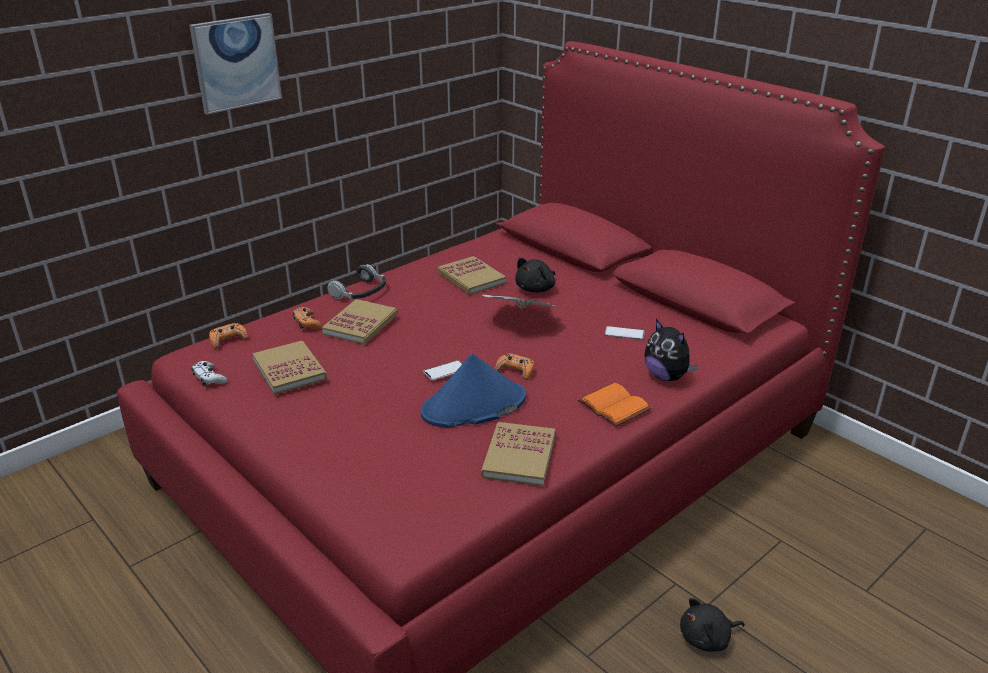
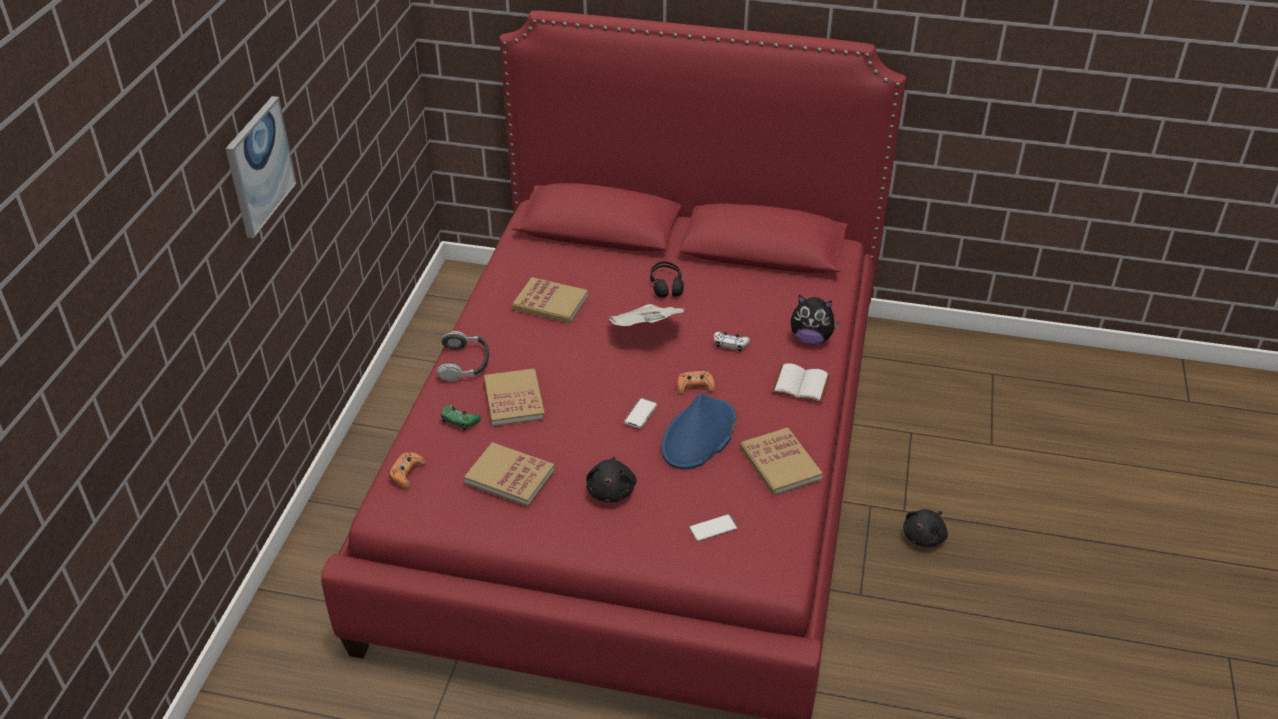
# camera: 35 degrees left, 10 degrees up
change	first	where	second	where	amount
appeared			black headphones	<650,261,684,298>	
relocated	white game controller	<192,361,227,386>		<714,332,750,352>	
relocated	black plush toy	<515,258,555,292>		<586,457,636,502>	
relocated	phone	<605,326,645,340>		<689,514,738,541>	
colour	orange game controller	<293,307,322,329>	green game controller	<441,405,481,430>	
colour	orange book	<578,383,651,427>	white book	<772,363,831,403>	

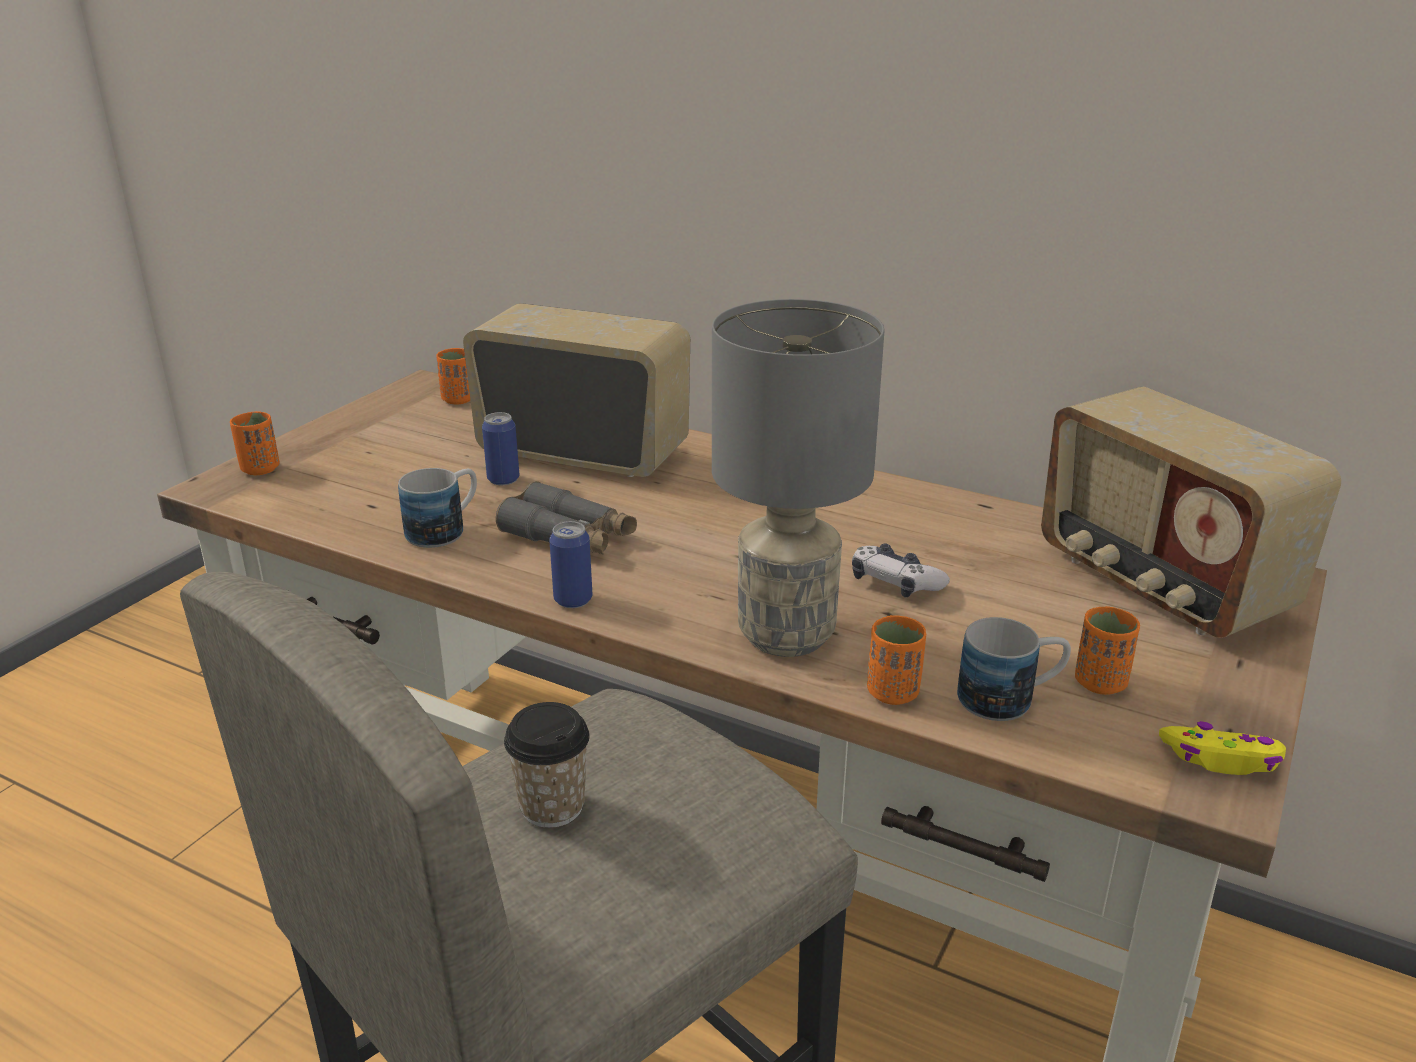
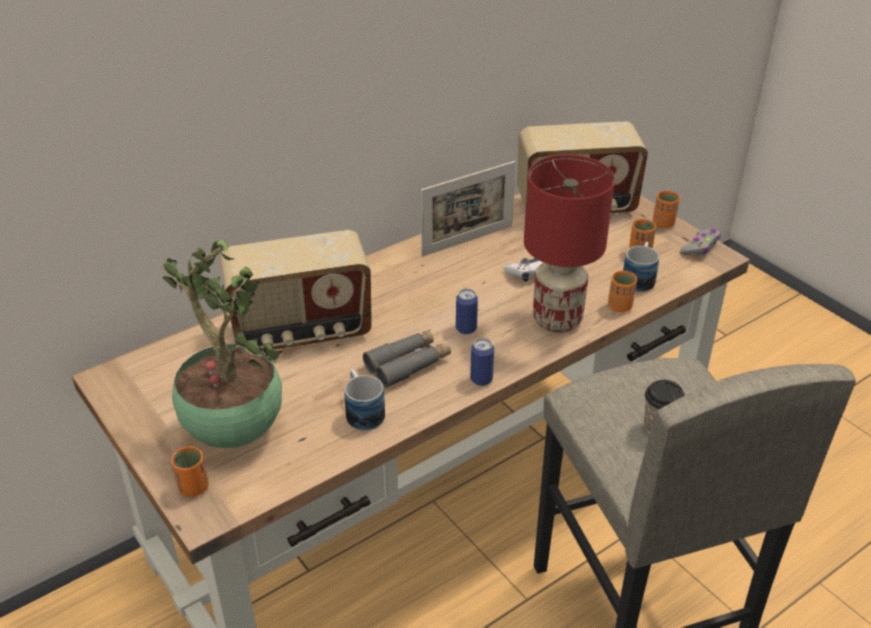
# camera: 65 degrees left, 10 degrees up
change	first	where	second	where	amount
appeared			potted plant	<160,240,282,448>	
appeared			picture frame	<421,161,516,257>	
relocated	orange cup	<436,348,470,405>		<653,191,680,228>	
relocated	can	<482,412,520,485>		<456,288,478,334>	
colour	grey table lamp	<712,299,884,657>	red table lamp	<524,155,615,333>	
colour	yellow game controller	<1159,721,1286,775>	grey game controller	<680,229,721,255>	
spun	radio	<463,303,690,477>		<220,230,372,353>	150 degrees counterclockwise

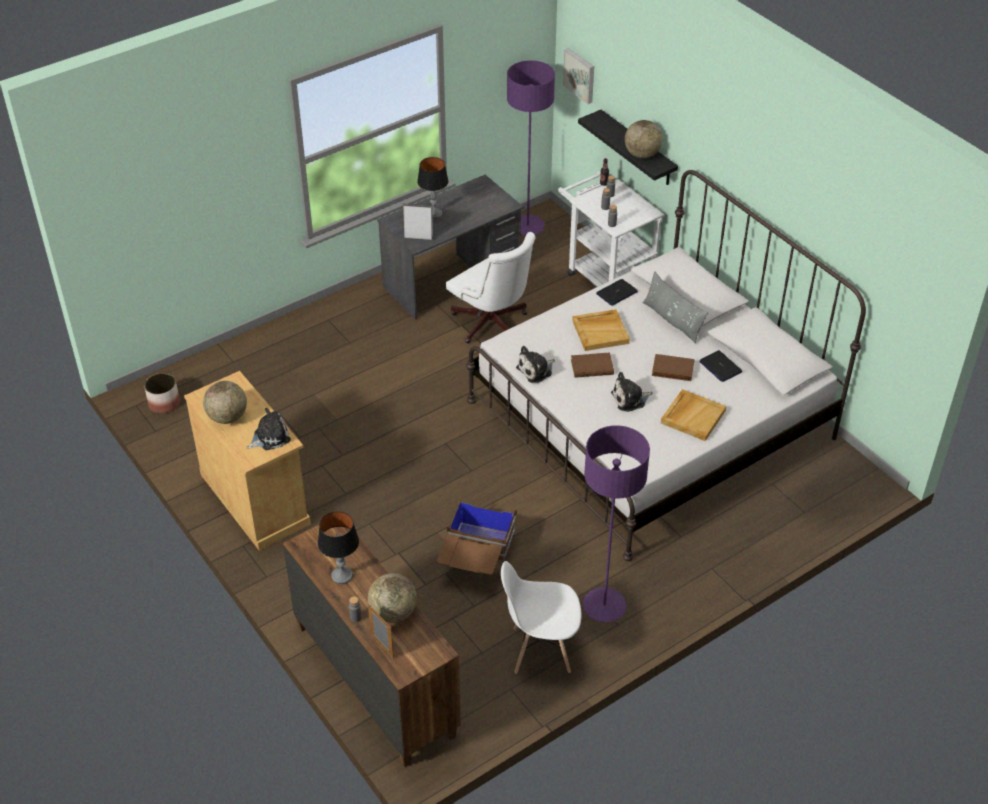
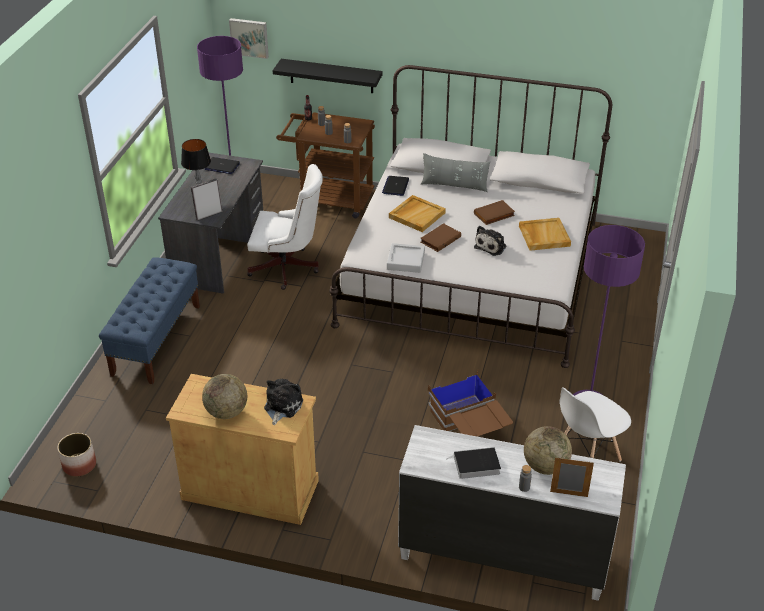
# camera: 40 degrees left, 5 degrees down
change	first	where	second	where	amount
missing	globe	<625,120,663,158>			
appeared			blue bench	<99,258,200,384>	
relocated	laptop	<699,350,742,382>		<204,157,240,174>	
exchanged	table lamp	<318,512,359,584>	book	<446,447,501,479>	
exchanged	plush toy	<516,346,555,383>	grey tray	<387,243,425,273>	
colour	brown dresser	<283,524,461,767>	white dresser	<398,425,626,601>	
colour	white cart	<558,170,664,287>	brown cart	<276,112,375,218>	

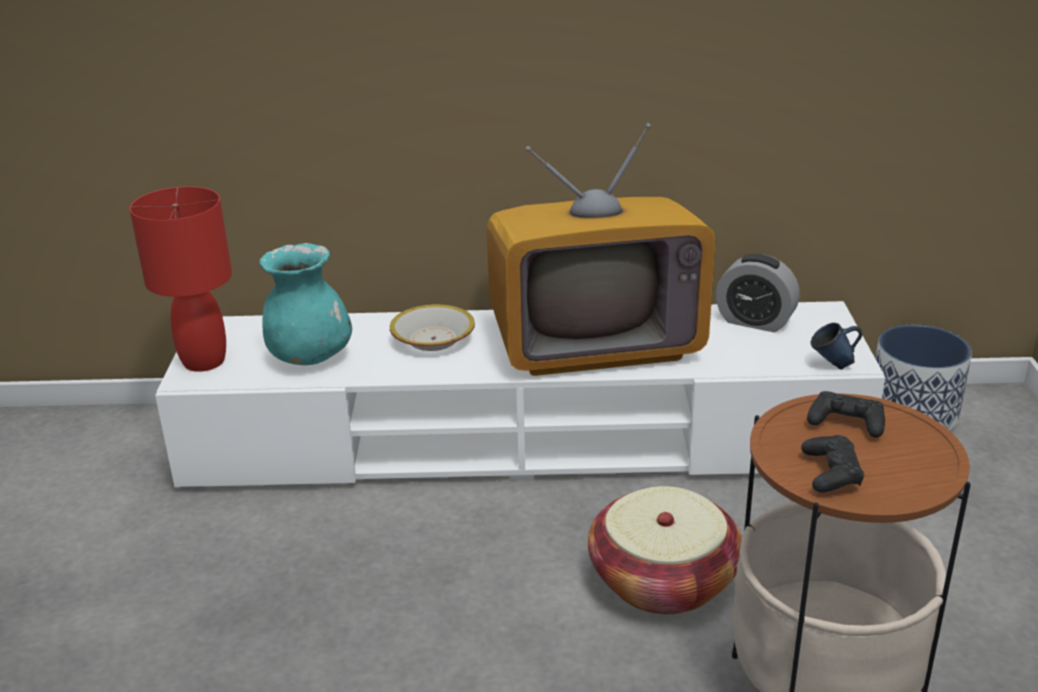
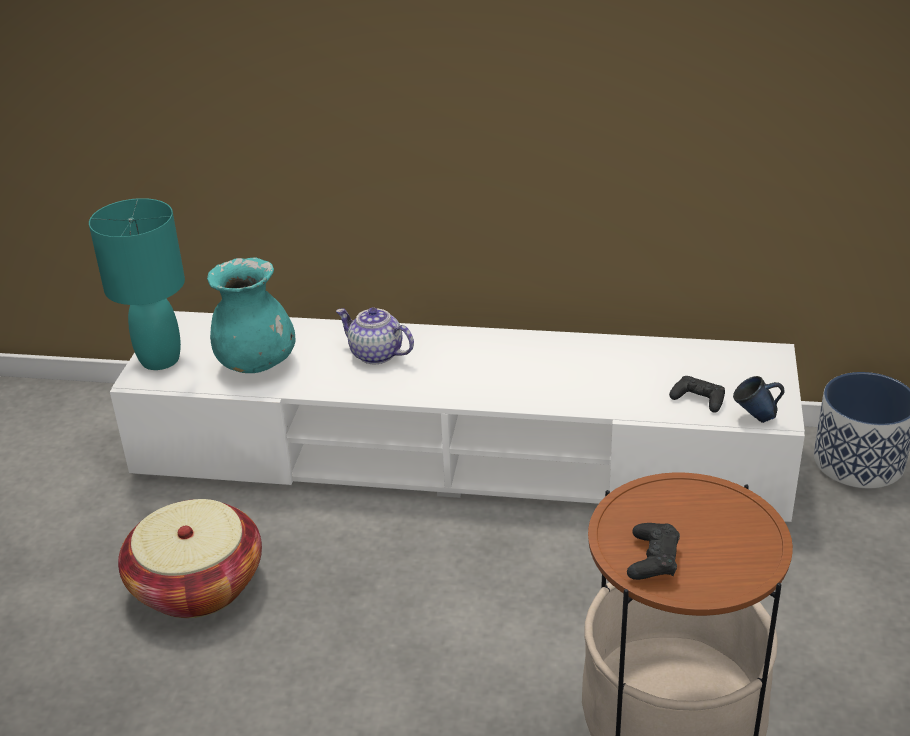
# camera: 10 degrees right, 5 degrees up
change	first	where	second	where	amount
missing	television	<487,123,716,376>			
missing	alarm clock	<716,254,800,332>			
relocated	basket	<588,486,742,615>		<118,499,262,618>	
relocated	black game controller	<807,391,885,438>		<669,376,725,413>	
exchanged	bowl	<390,304,475,351>	teapot	<336,307,414,364>	
colour	red table lamp	<129,186,232,372>	turquoise table lamp	<89,198,185,370>	

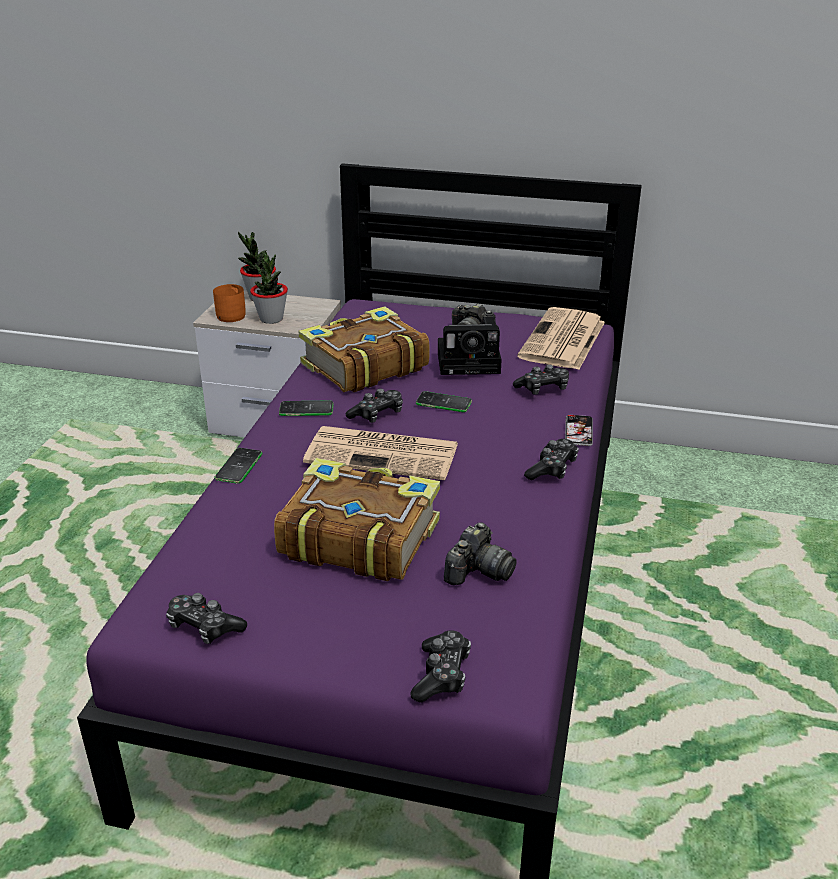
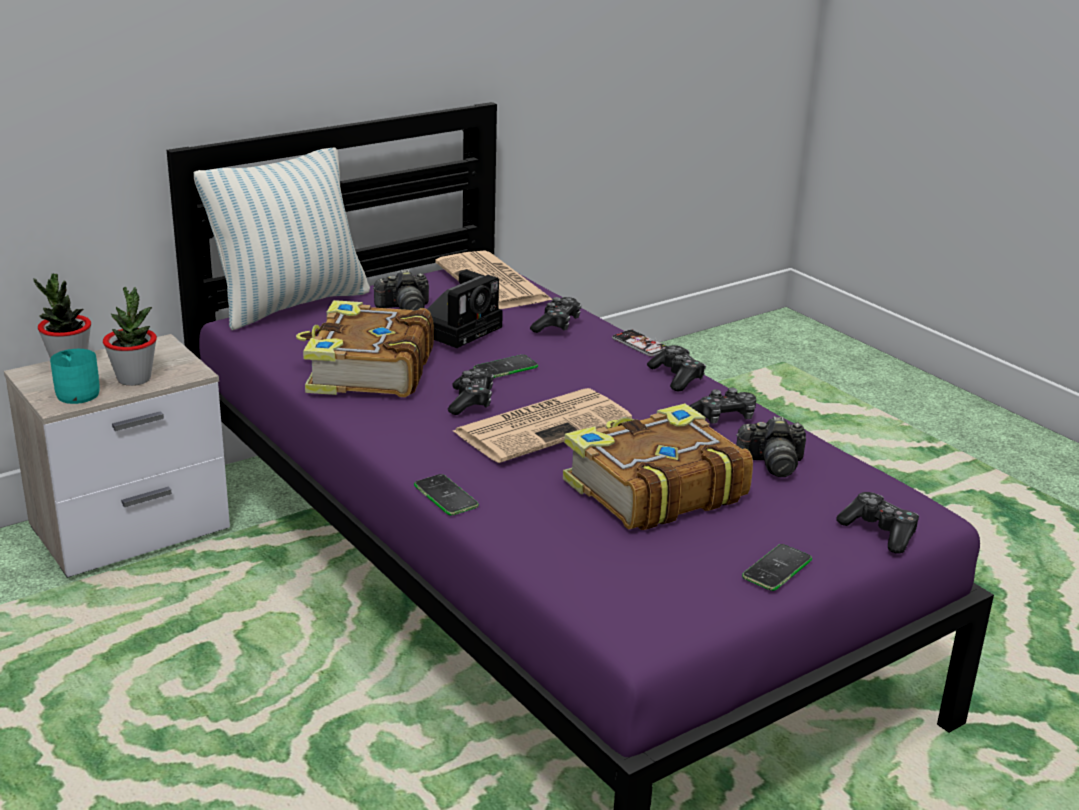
# camera: 50 degrees left, 5 degrees down
change	first	where	second	where	amount
appeared			pillow	<194,148,370,330>	
relocated	game controller	<166,593,247,644>		<689,387,756,424>	
relocated	phone	<279,401,333,416>		<742,544,812,591>	
colour	orange mug	<213,284,246,322>	turquoise mug	<50,349,100,404>	
spun	photo camera	<444,522,517,585>		<736,416,806,477>	105 degrees clockwise

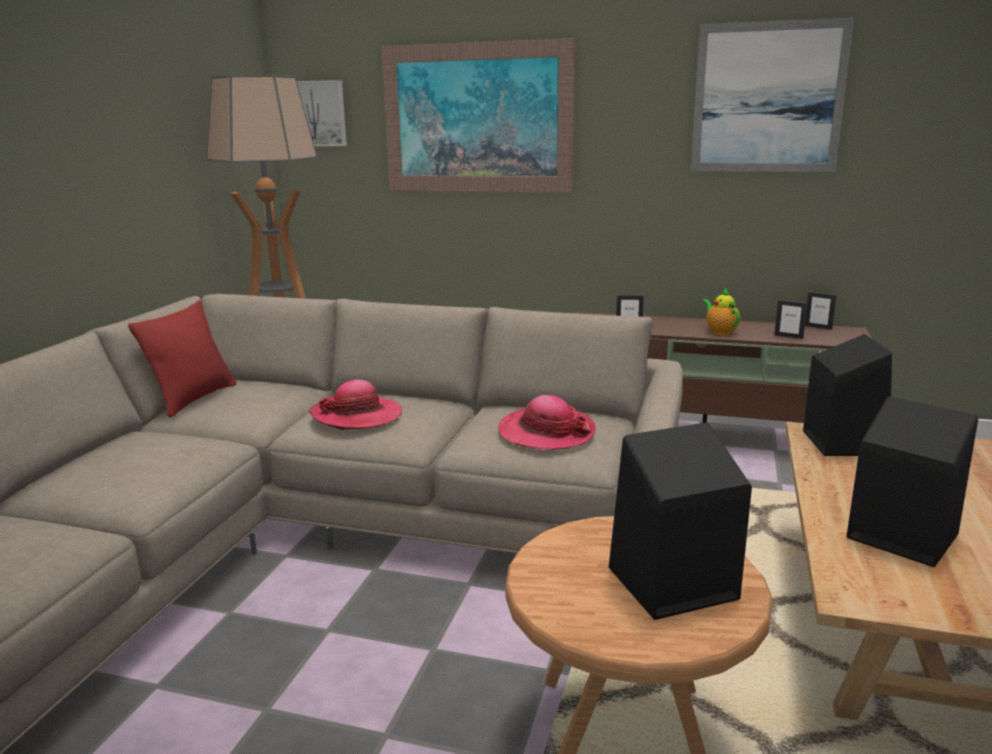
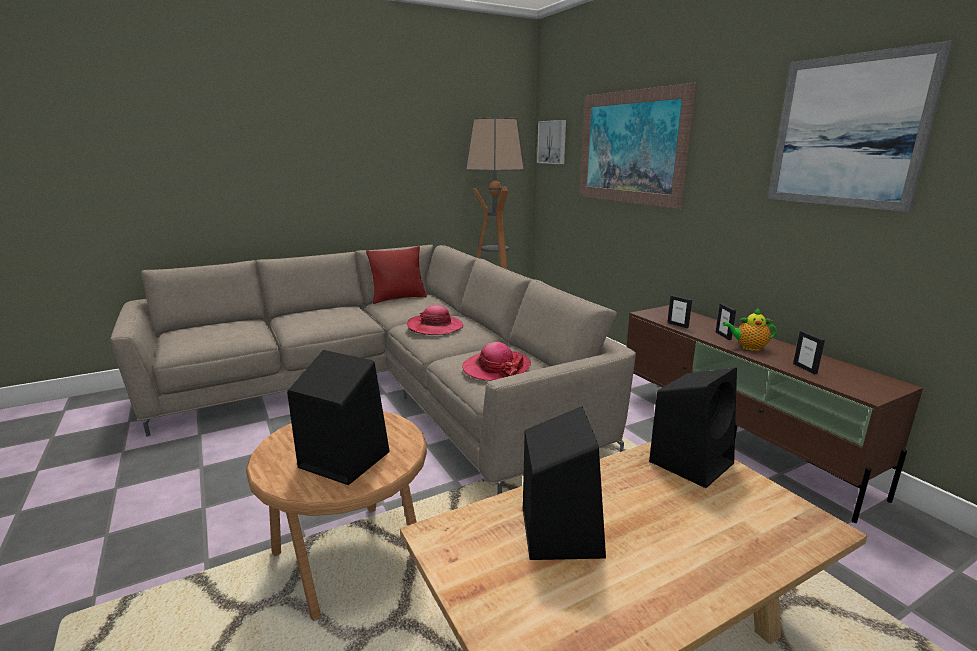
# camera: 45 degrees right, 0 degrees up
change	first	where	second	where	amount
relocated	picture frame	<805,291,837,330>		<716,303,736,340>	
spun	teapot	<702,288,740,335>		<722,308,777,351>	105 degrees counterclockwise

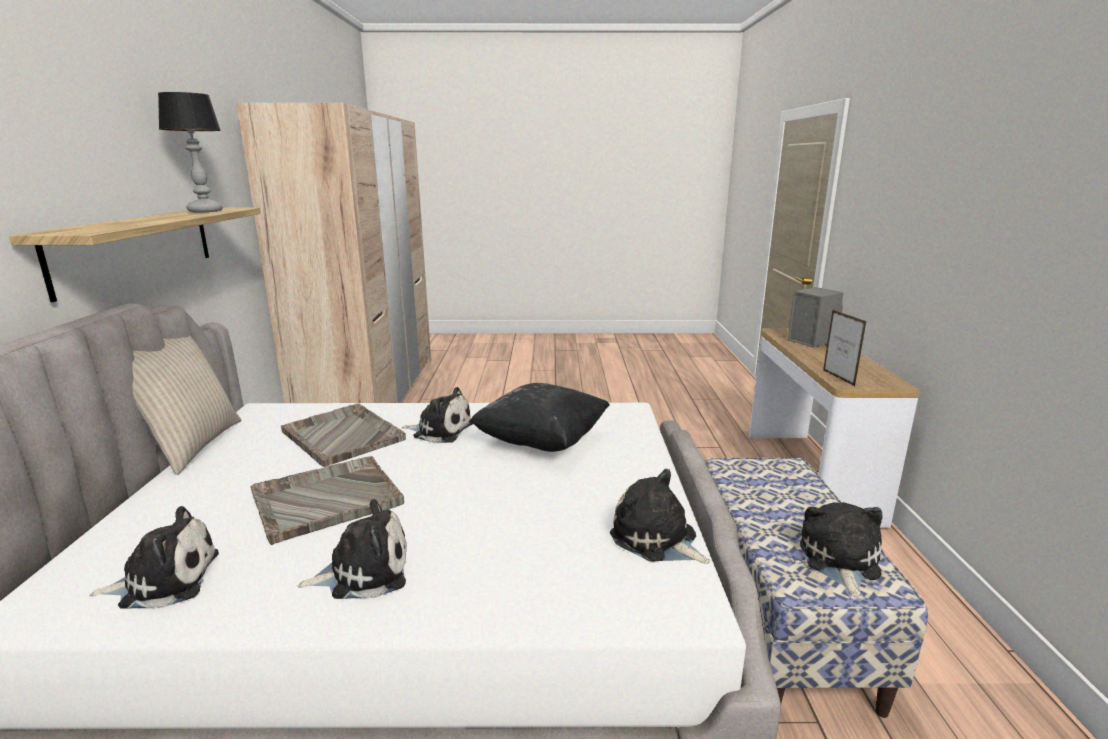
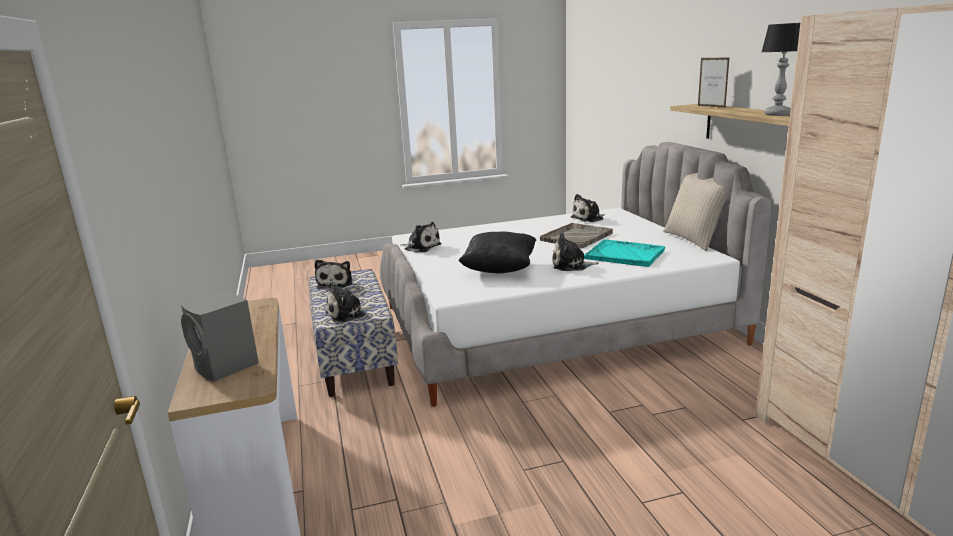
# camera: 165 degrees right, 0 degrees up
change	first	where	second	where	amount
relocated	plush toy	<297,499,407,599>		<325,282,374,322>	
relocated	picture frame	<823,309,866,386>		<698,57,730,108>	
colour	grey tray	<281,403,406,467>	turquoise tray	<584,239,665,267>	

